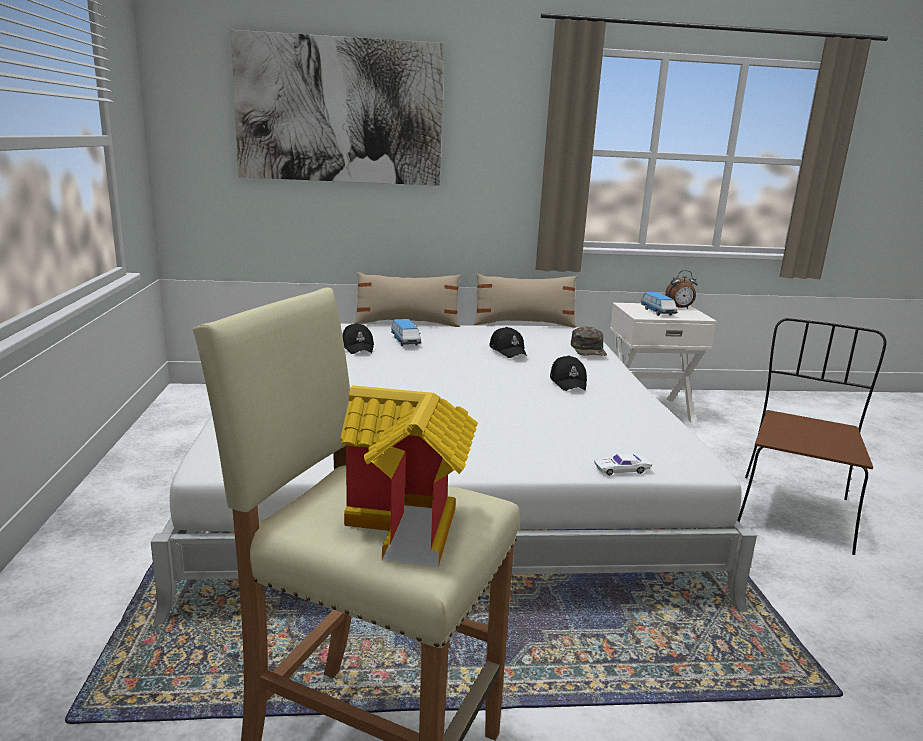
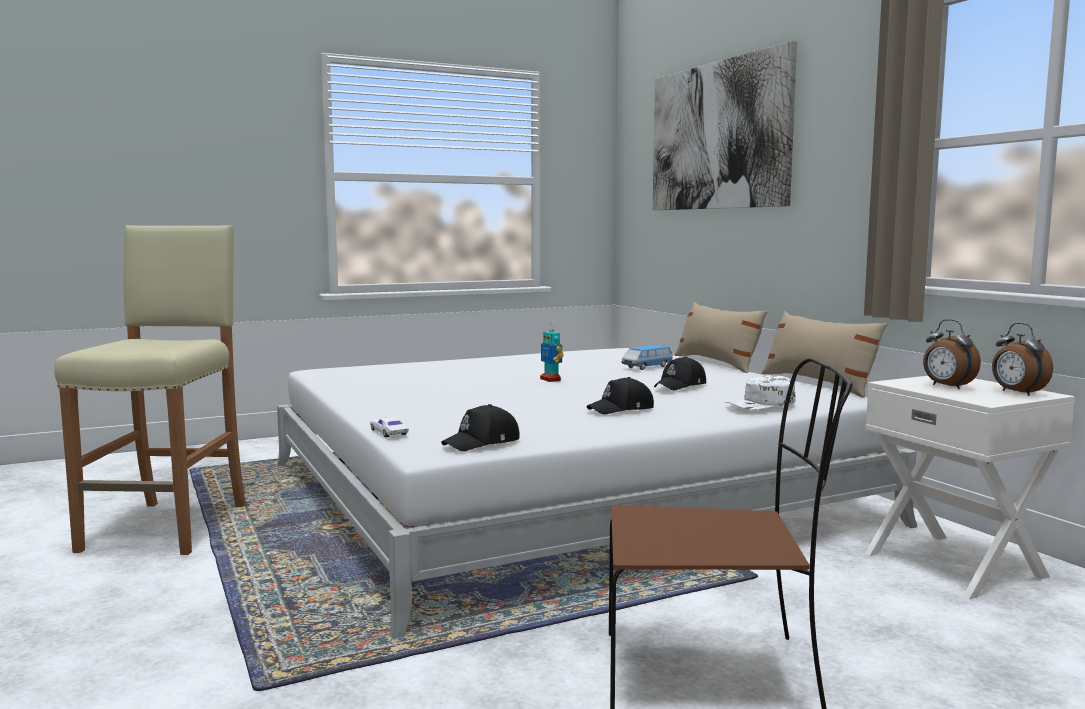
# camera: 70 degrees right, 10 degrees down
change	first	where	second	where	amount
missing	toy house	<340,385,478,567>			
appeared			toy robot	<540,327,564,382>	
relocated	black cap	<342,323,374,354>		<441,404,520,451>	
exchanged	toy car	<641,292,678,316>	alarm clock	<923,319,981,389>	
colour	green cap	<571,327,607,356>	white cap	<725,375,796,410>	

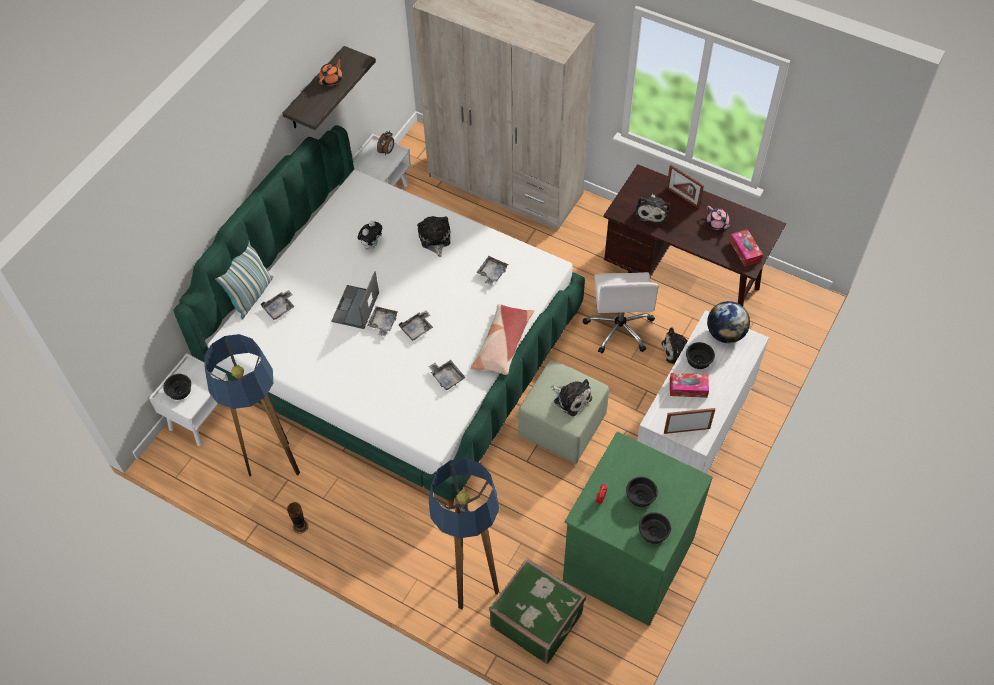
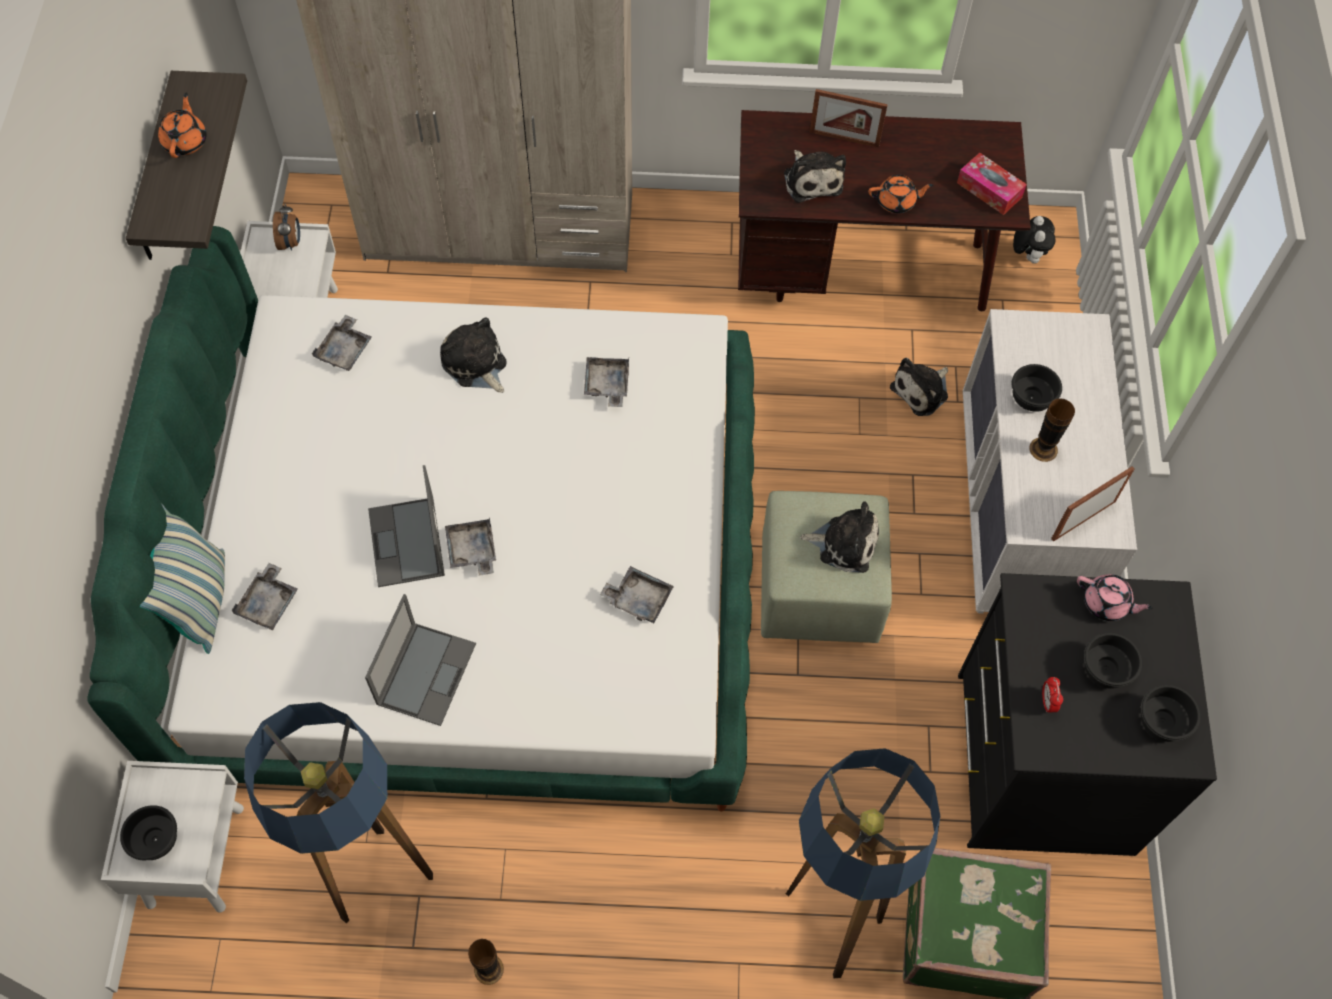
# camera: 30 degrees left, 5 degrees up
change	first	where	second	where	amount
missing	pillow	<471,304,534,375>			
missing	white office chair	<582,272,659,353>			
missing	globe	<707,301,750,343>			
appeared			laptop	<365,594,476,726>	
appeared			orange teapot	<868,175,933,213>	
relocated	plush toy	<358,221,382,250>		<1013,216,1056,264>	
relocated	grey tray	<399,311,433,341>		<312,315,372,371>	
relocated	pink teapot	<706,206,732,230>		<1077,574,1153,621>	
exchanged	tissue box	<670,373,709,398>	vase	<1029,399,1075,462>	
colour	green dresser	<563,432,713,626>	black dresser	<958,573,1217,856>	

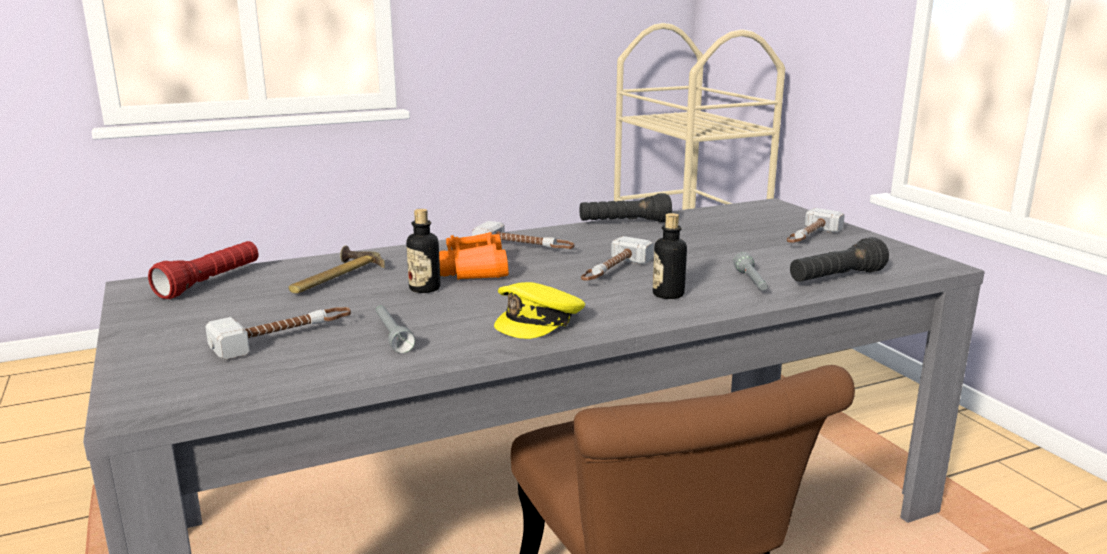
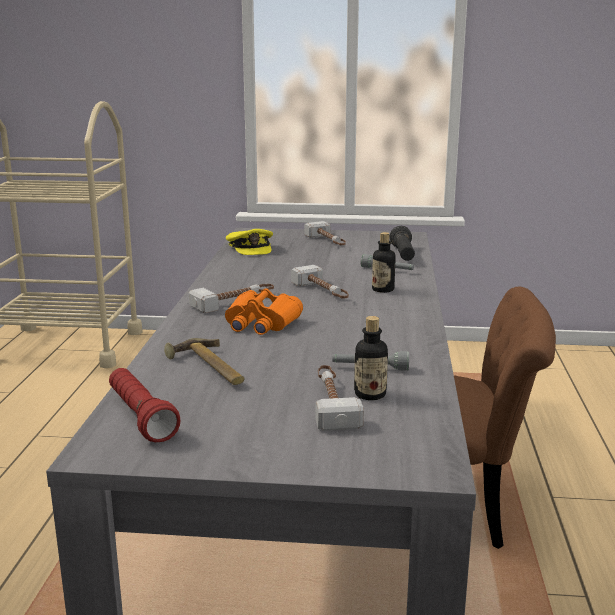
# camera: 60 degrees left, 0 degrees up
change	first	where	second	where	amount
missing	black flashlight	<579,193,672,222>			
relocated	bottle	<406,209,441,293>		<354,316,388,400>	
relocated	yellow cap	<494,282,585,339>		<226,229,273,255>	

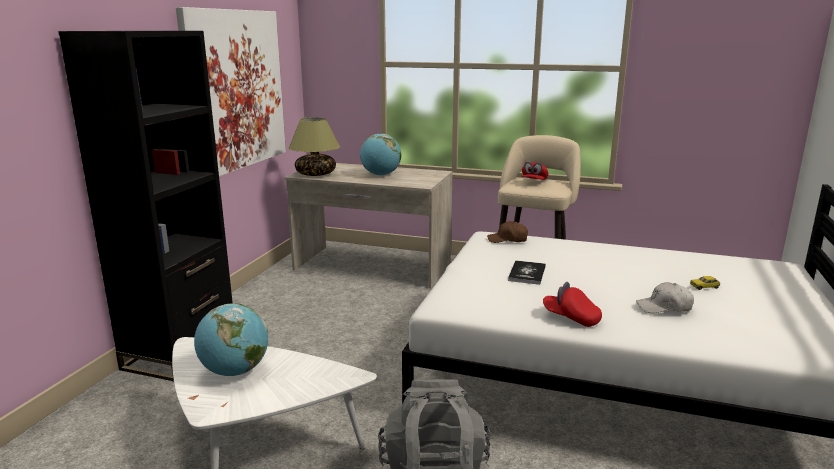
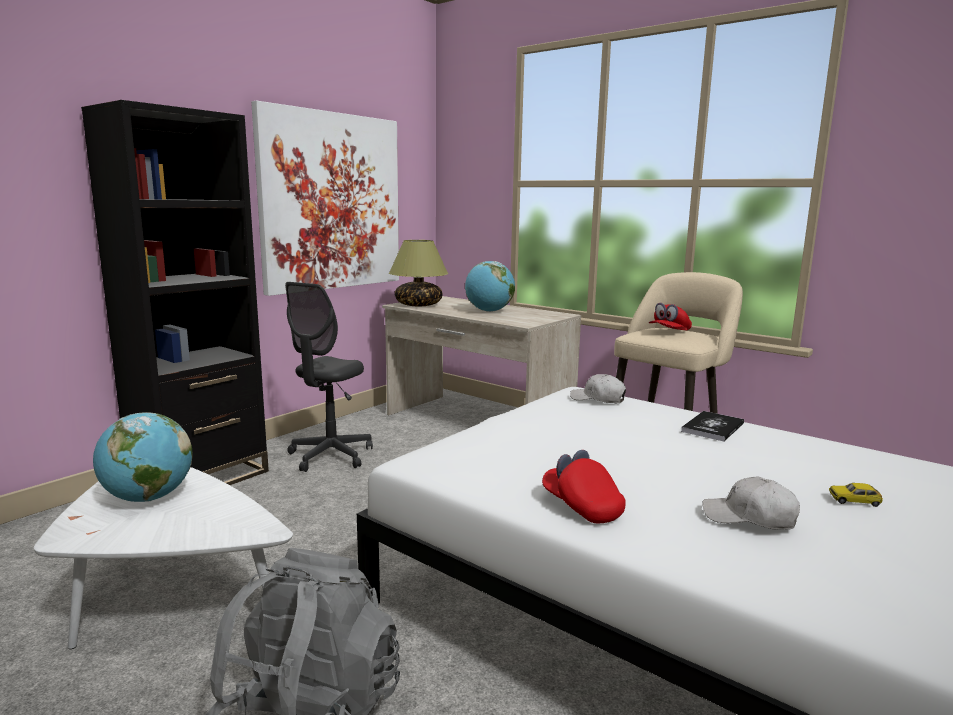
# camera: 20 degrees right, 5 degrees down
change	first	where	second	where	amount
appeared			grey office chair	<285,282,373,472>	
relocated	book	<508,260,546,285>		<681,411,744,441>	
colour	brown cap	<487,221,528,243>	white cap	<570,374,626,403>	

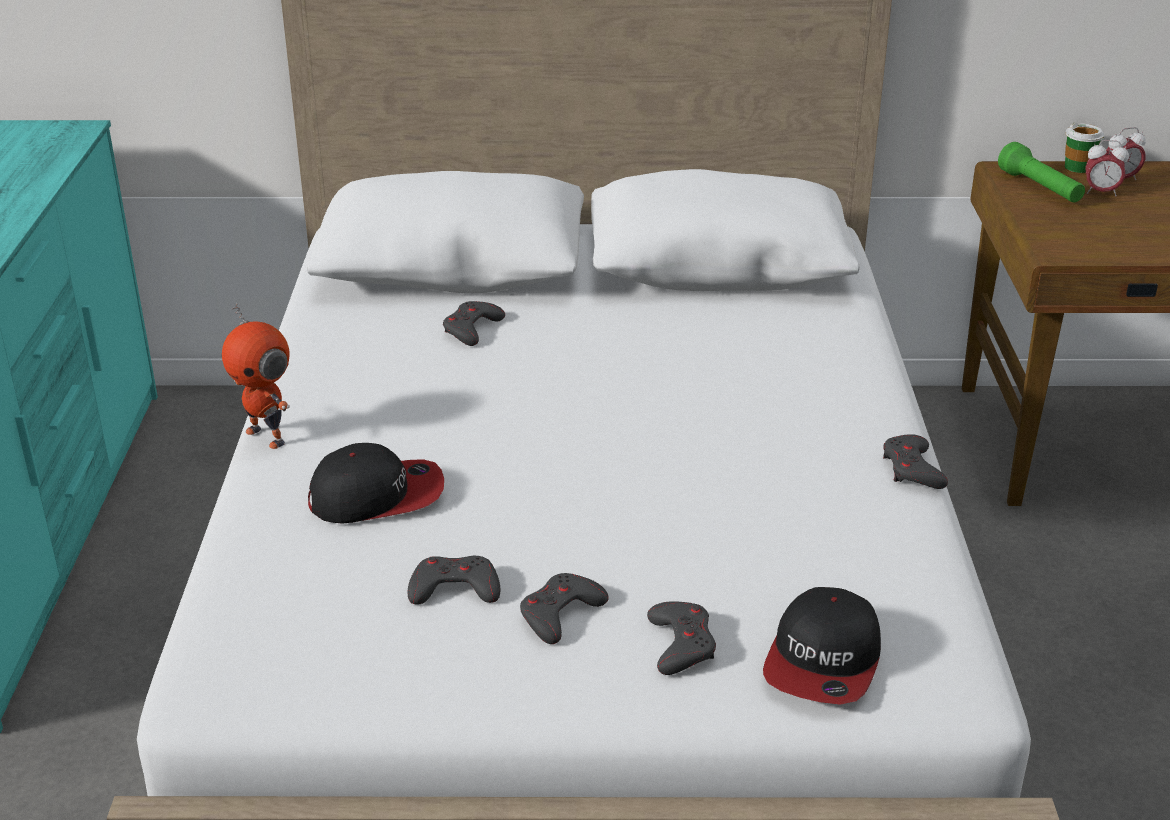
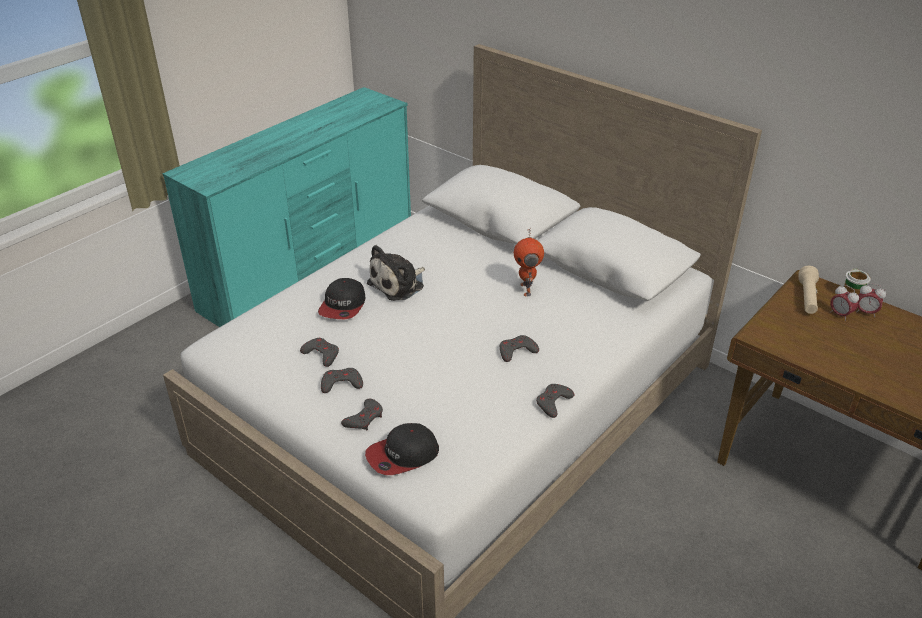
# camera: 40 degrees right, 5 degrees up
change	first	where	second	where	amount
appeared			plush toy	<367,245,425,301>	
relocated	toy robot	<222,303,290,449>		<514,228,544,296>	
relocated	grey game controller	<443,301,505,346>		<500,335,539,362>	
colour	green flashlight	<998,142,1085,202>	beige flashlight	<798,266,819,314>	
spun	cap	<308,443,444,524>		<318,278,365,319>	75 degrees clockwise

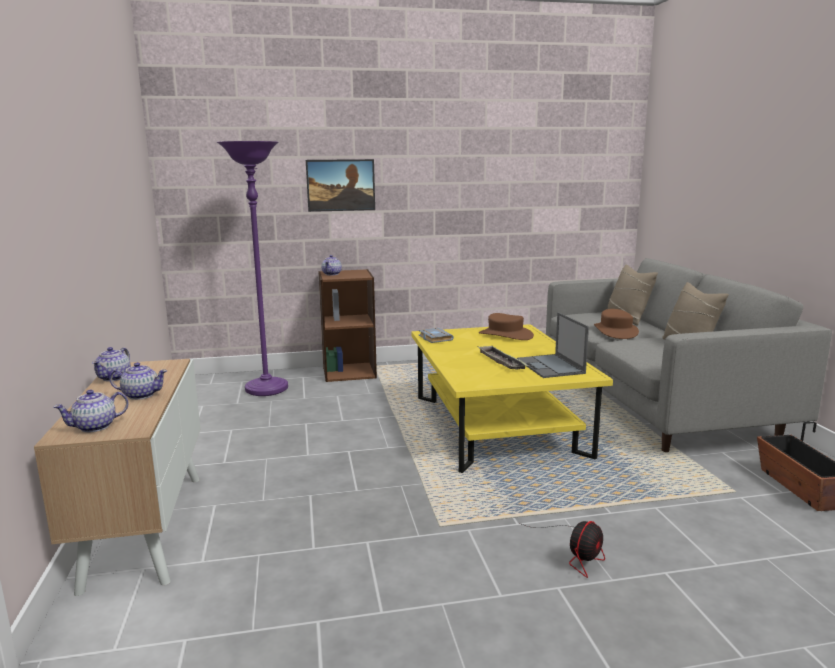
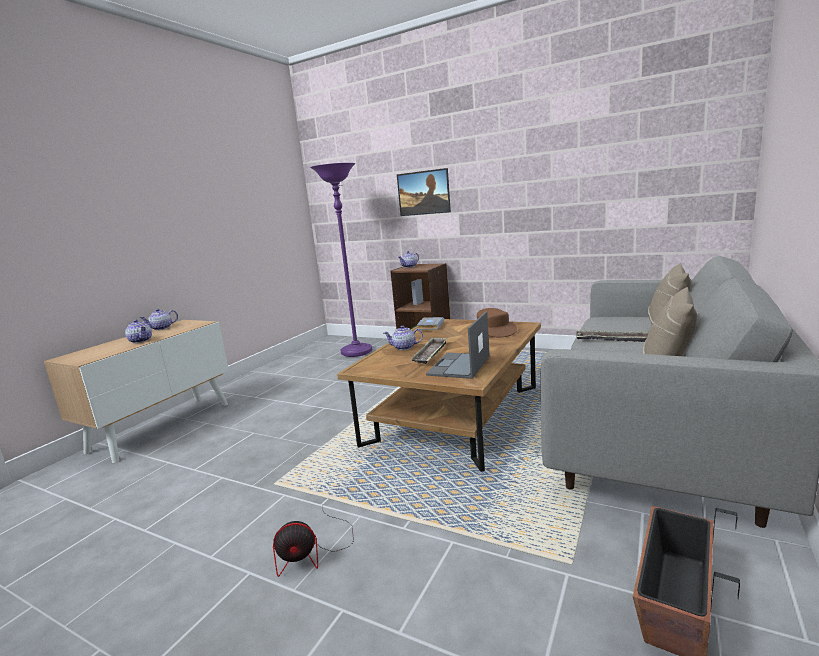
# camera: 40 degrees right, 0 degrees up
change	first	where	second	where	amount
relocated	teapot	<53,390,129,432>		<384,325,423,350>	
exchanged	brown hat	<594,309,639,339>	tray	<576,330,649,342>	
colour	yellow coffee table	<412,324,613,473>	brown coffee table	<337,319,541,472>	

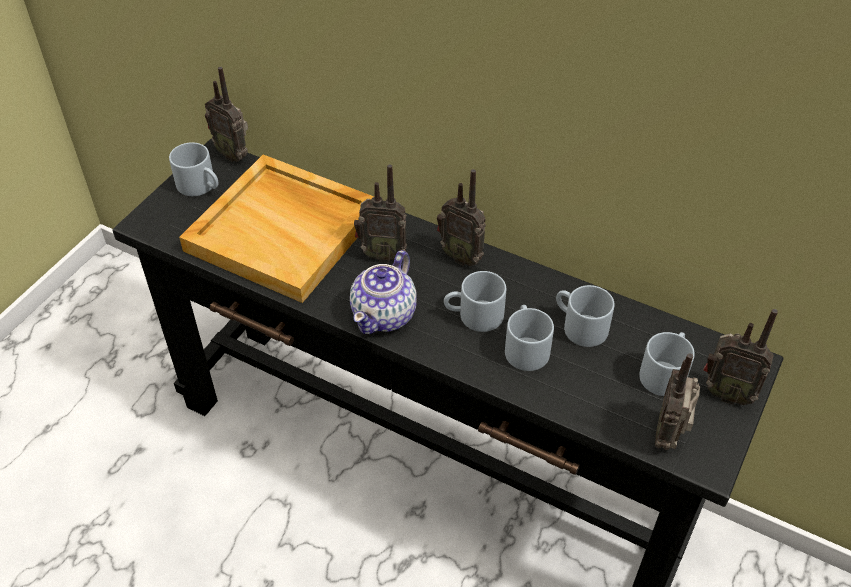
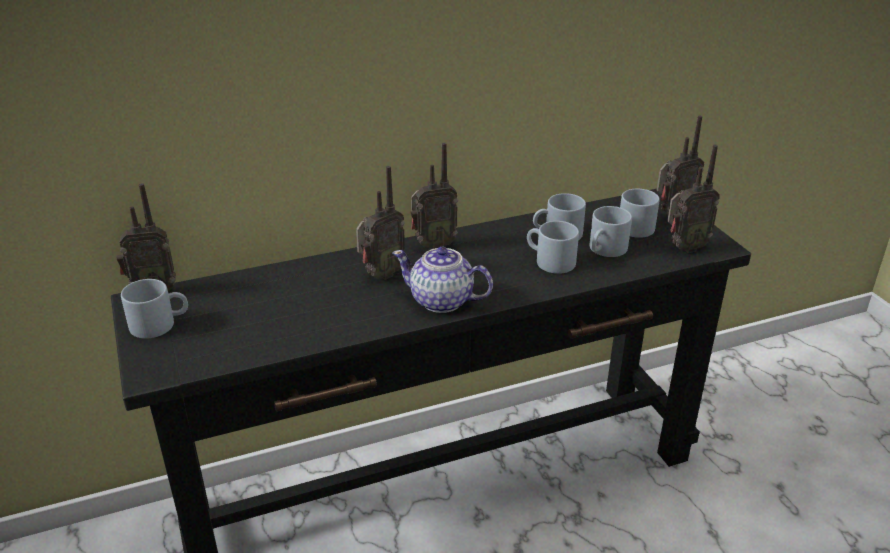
# camera: 50 degrees left, 15 degrees down
change	first	where	second	where	amount
missing	beige tray	<179,155,374,303>			
relocated	grey mug	<444,271,506,332>		<590,206,632,257>	
spun	teapot	<350,250,417,334>		<392,247,493,313>	135 degrees clockwise
spun	radio	<655,353,700,450>		<667,145,720,253>	75 degrees counterclockwise

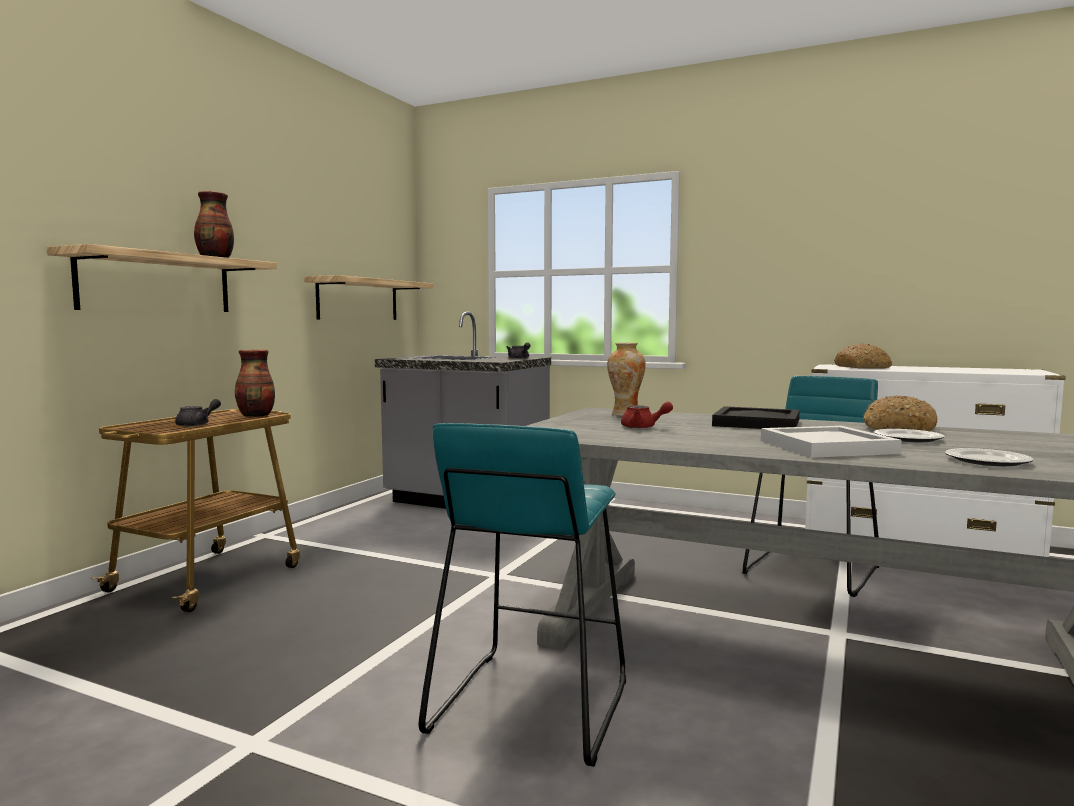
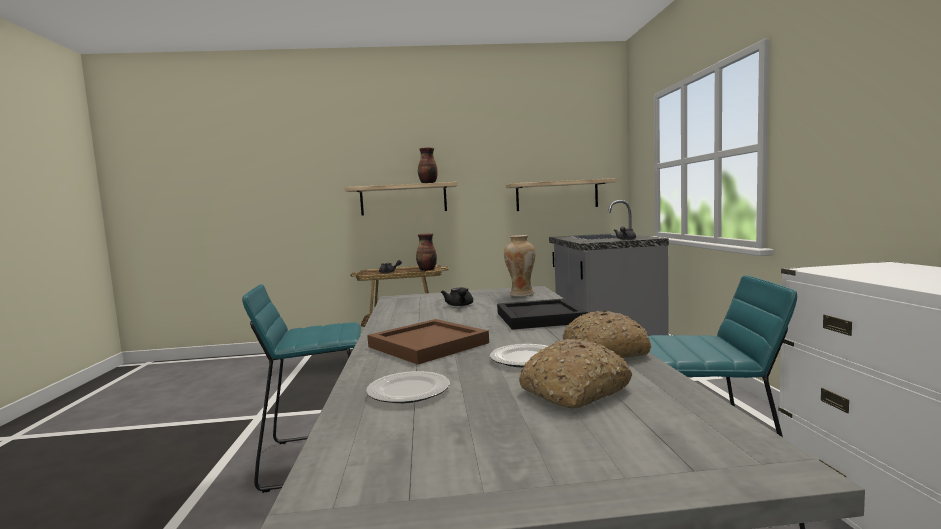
# camera: 60 degrees right, 0 degrees up
change	first	where	second	where	amount
relocated	bread	<834,344,892,369>		<519,339,632,409>	
colour	red teapot	<621,402,673,429>	black teapot	<441,287,473,306>	
colour	white tray	<761,426,902,458>	brown tray	<367,319,489,365>	

